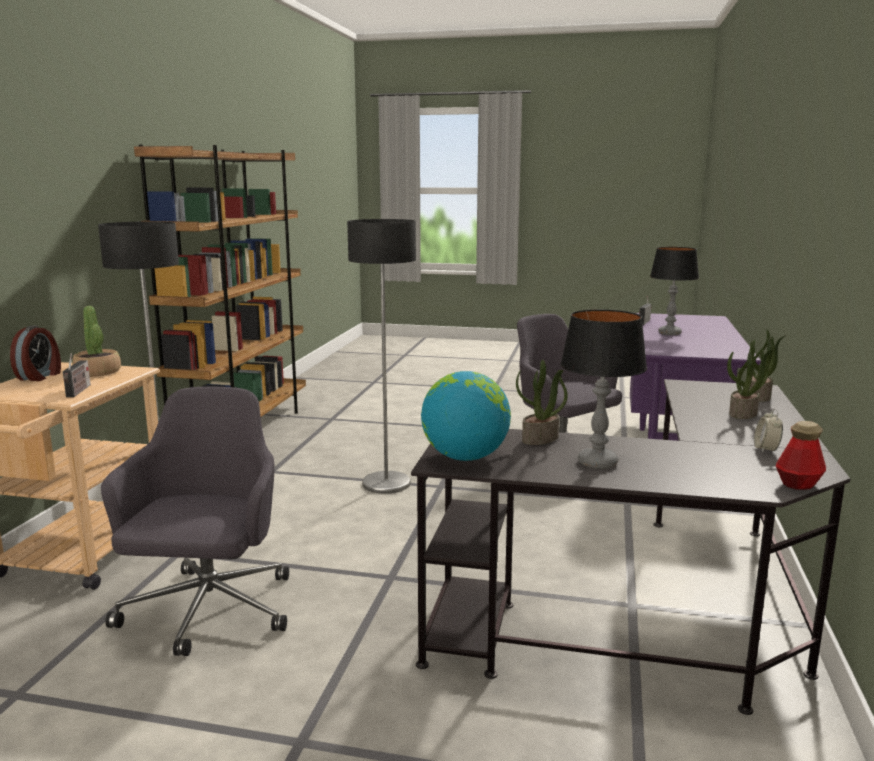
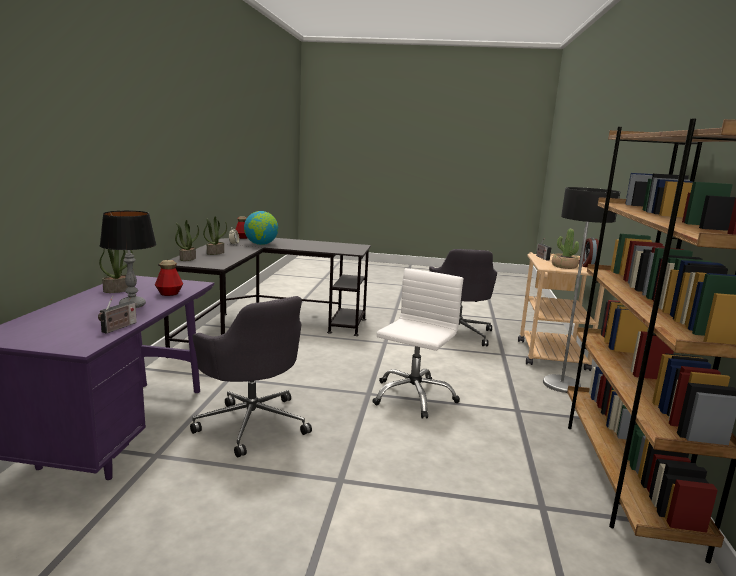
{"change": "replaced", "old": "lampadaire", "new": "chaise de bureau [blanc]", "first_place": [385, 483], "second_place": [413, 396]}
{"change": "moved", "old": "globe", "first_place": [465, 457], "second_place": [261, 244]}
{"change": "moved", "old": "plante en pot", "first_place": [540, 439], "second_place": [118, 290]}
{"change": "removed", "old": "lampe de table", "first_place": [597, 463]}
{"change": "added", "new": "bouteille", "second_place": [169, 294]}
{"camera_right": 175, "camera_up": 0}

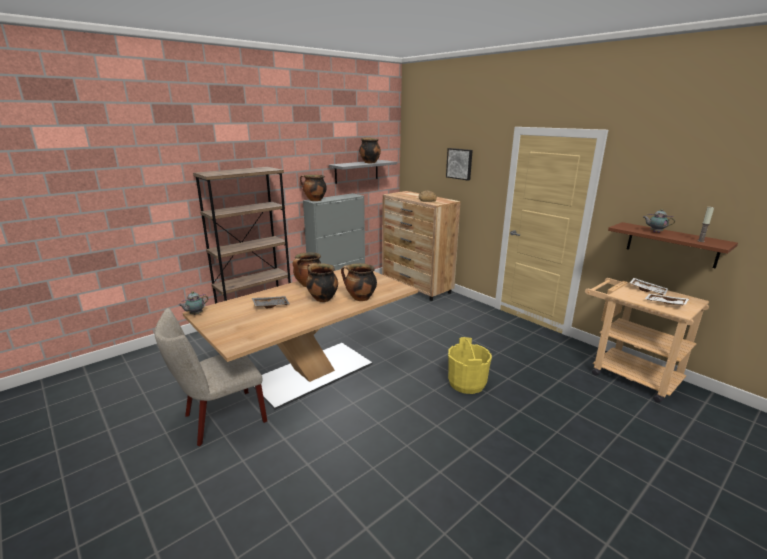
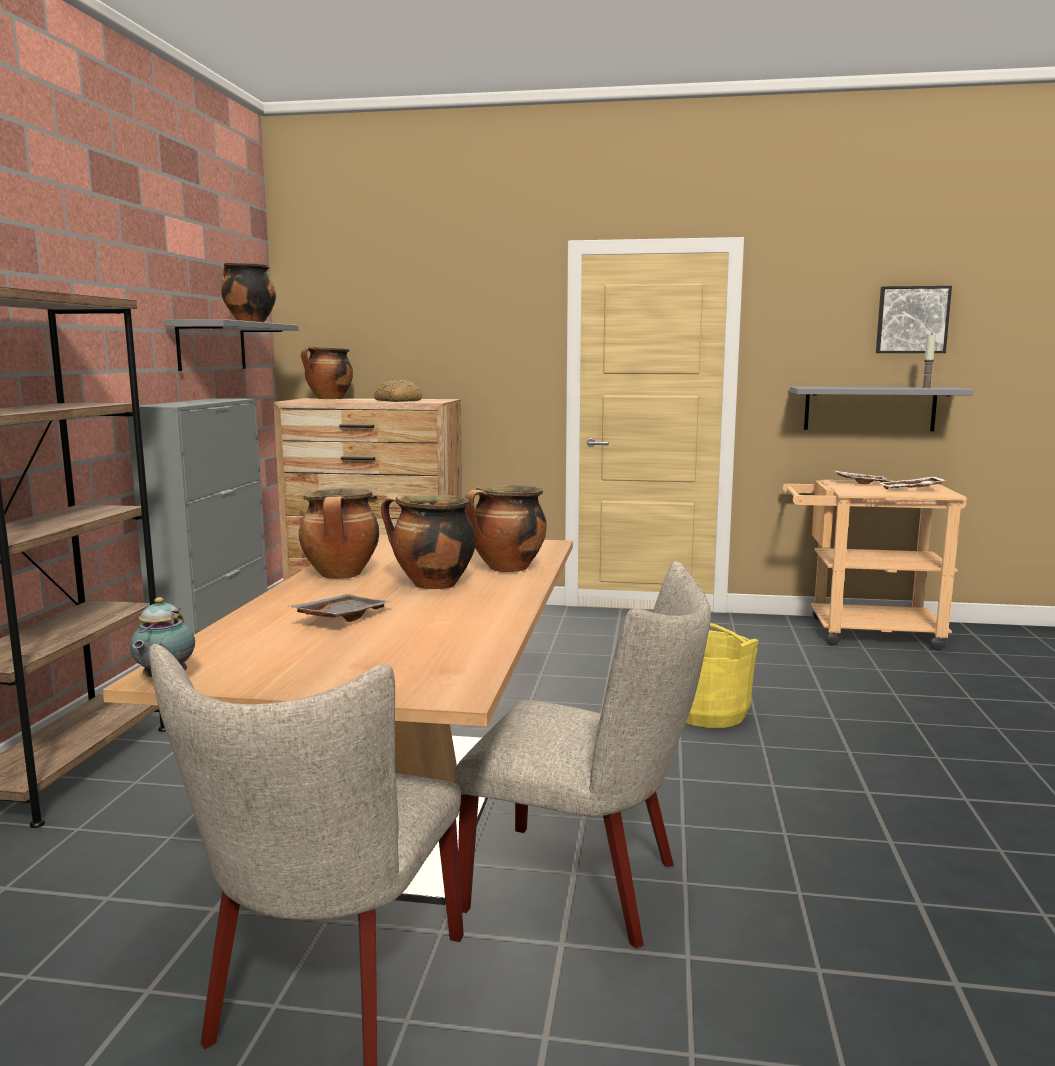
{"change": "moved", "old": "marmite", "first_place": [314, 200], "second_place": [329, 399]}
{"change": "moved", "old": "tableau", "first_place": [459, 164], "second_place": [912, 320]}
{"change": "recoloured", "old": "étagère [marron]", "new": "étagère [gris]", "first_place": [671, 244], "second_place": [869, 408]}
{"change": "removed", "old": "théière", "first_place": [655, 232]}
{"change": "added", "new": "chaise [beige]", "second_place": [585, 886]}
{"camera_right": -40, "camera_up": -10}

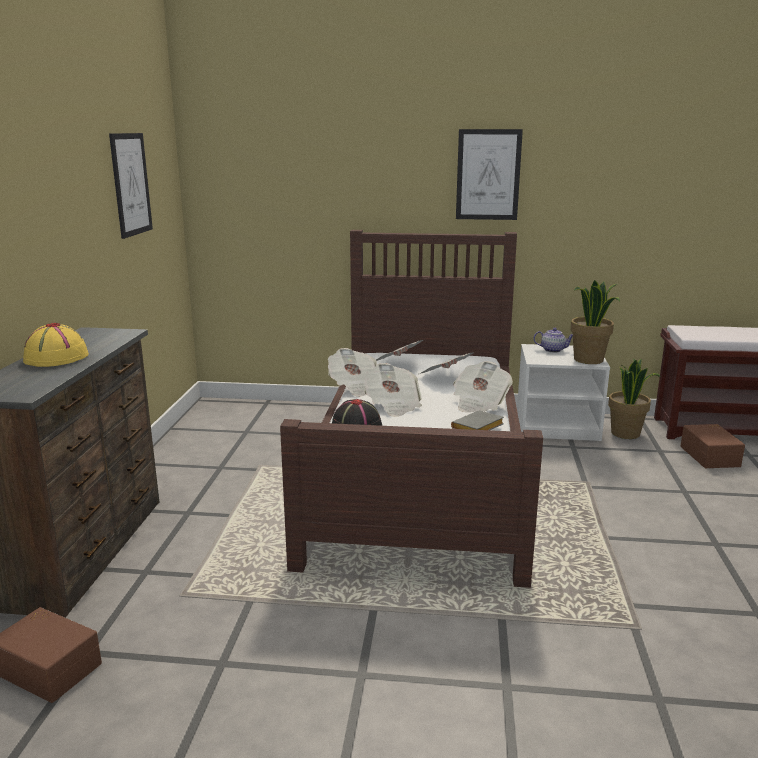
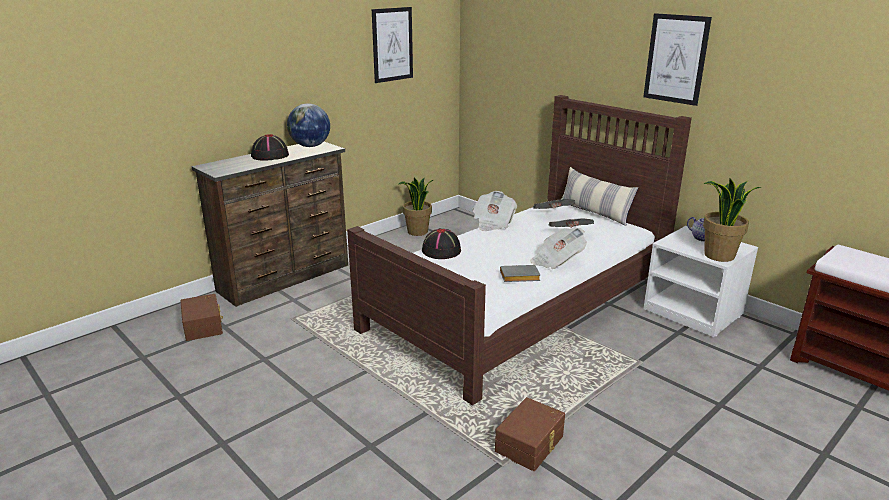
{"change": "recoloured", "old": "chapeau [jaune]", "new": "chapeau [noir]", "first_place": [56, 358], "second_place": [270, 156]}
{"change": "removed", "old": "journal", "first_place": [393, 405]}
{"change": "moved", "old": "plante en pot", "first_place": [626, 433], "second_place": [417, 232]}
{"change": "moved", "old": "boîte de rangement [marron]", "first_place": [711, 456], "second_place": [531, 444]}
{"change": "added", "new": "globe", "second_place": [310, 146]}
{"change": "added", "new": "coussin", "second_place": [594, 213]}
{"camera_right": 40, "camera_up": 5}

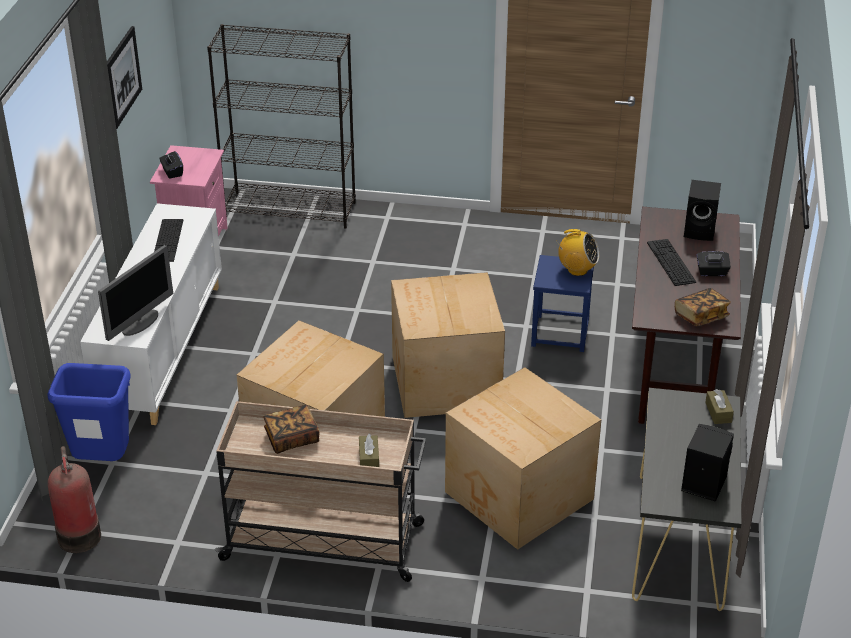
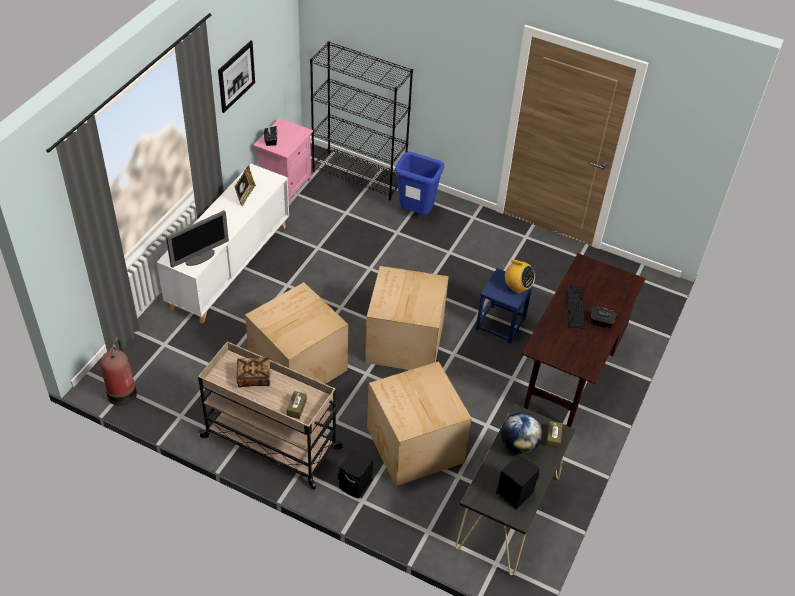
{"change": "moved", "old": "poubelle [bleu]", "first_place": [103, 462], "second_place": [416, 213]}
{"change": "replaced", "old": "clavier", "new": "cadre photo", "first_place": [168, 240], "second_place": [245, 195]}
{"change": "removed", "old": "livre", "first_place": [701, 316]}
{"change": "moved", "old": "enceinte [noir]", "first_place": [701, 231], "second_place": [356, 485]}
{"change": "added", "new": "globe", "second_place": [518, 445]}
{"camera_right": 15, "camera_up": 10}

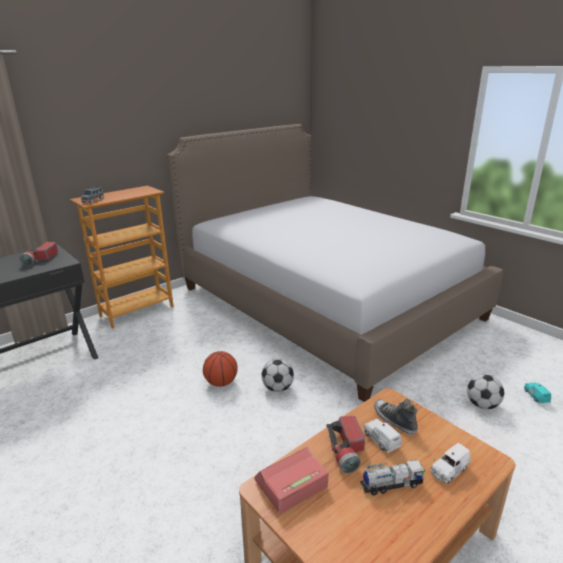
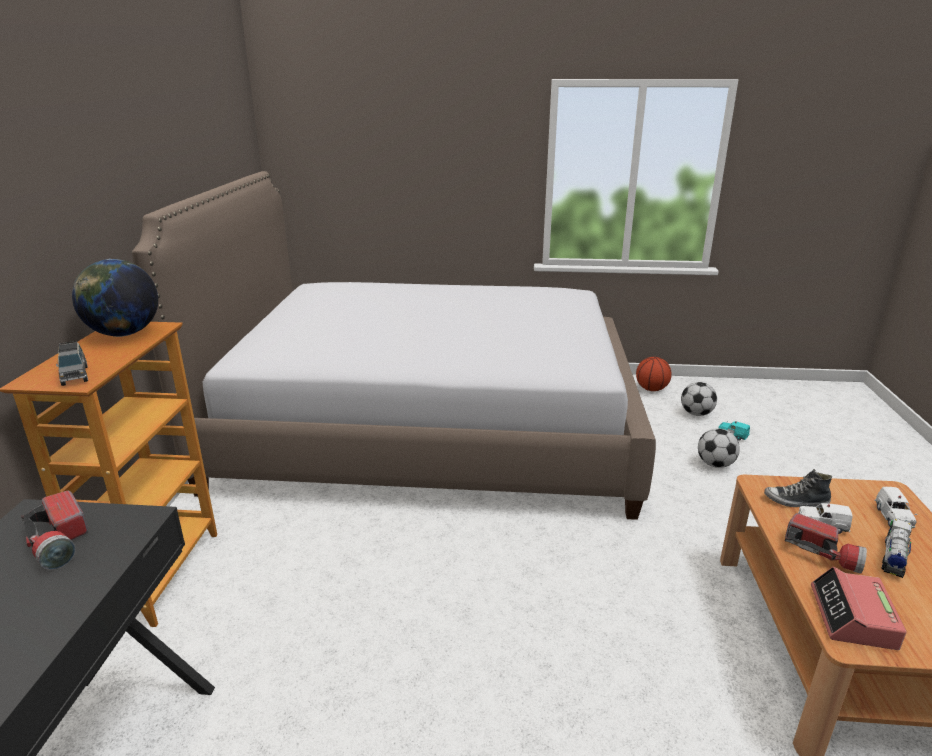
{"change": "moved", "old": "ballon de basket", "first_place": [221, 383], "second_place": [651, 389]}
{"change": "moved", "old": "ballon de foot", "first_place": [277, 388], "second_place": [696, 414]}
{"change": "added", "new": "globe", "second_place": [124, 334]}
{"camera_right": -45, "camera_up": 0}

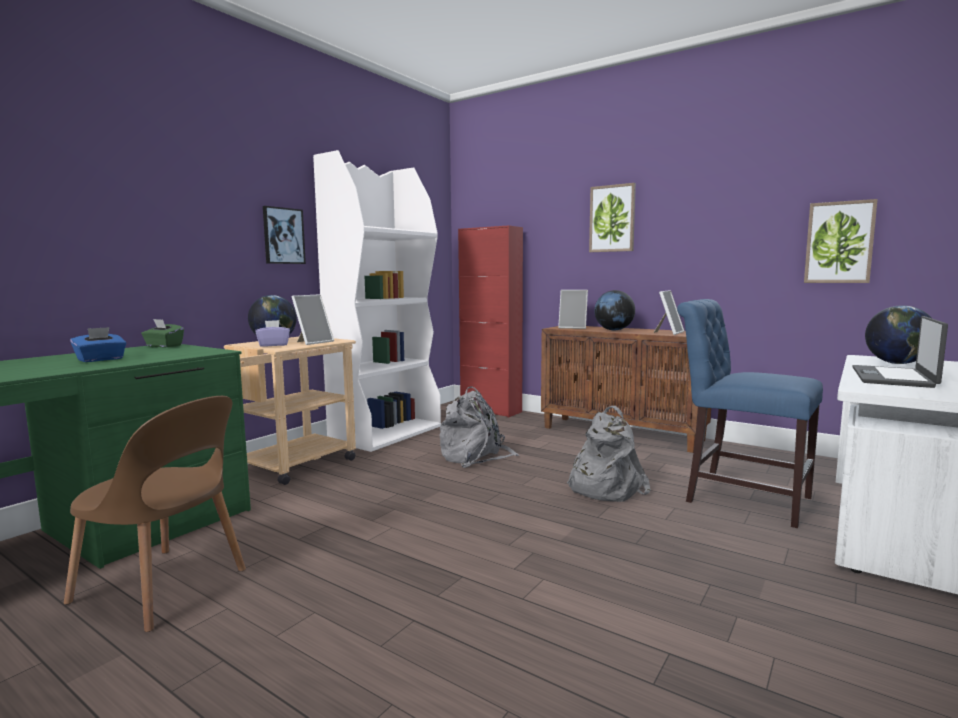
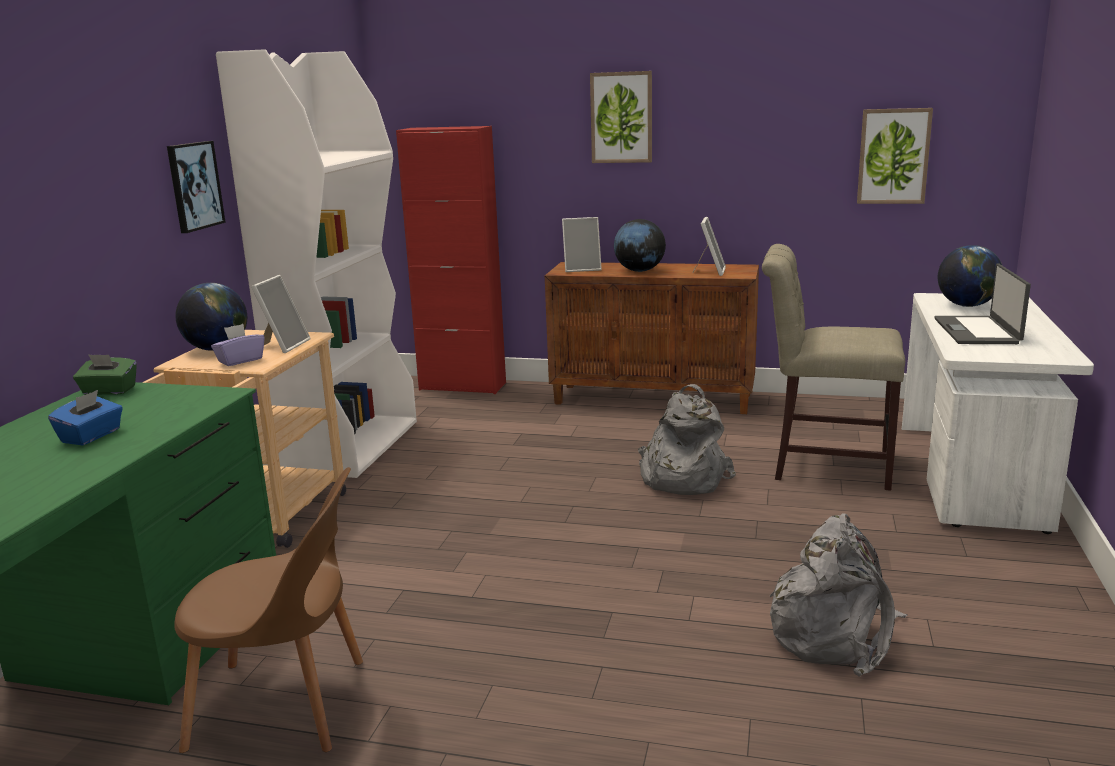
{"change": "moved", "old": "sac à dos [gris]", "first_place": [475, 456], "second_place": [835, 634]}
{"change": "recoloured", "old": "chaise [bleu]", "new": "chaise [beige]", "first_place": [740, 497], "second_place": [824, 464]}
{"camera_right": -20, "camera_up": 10}

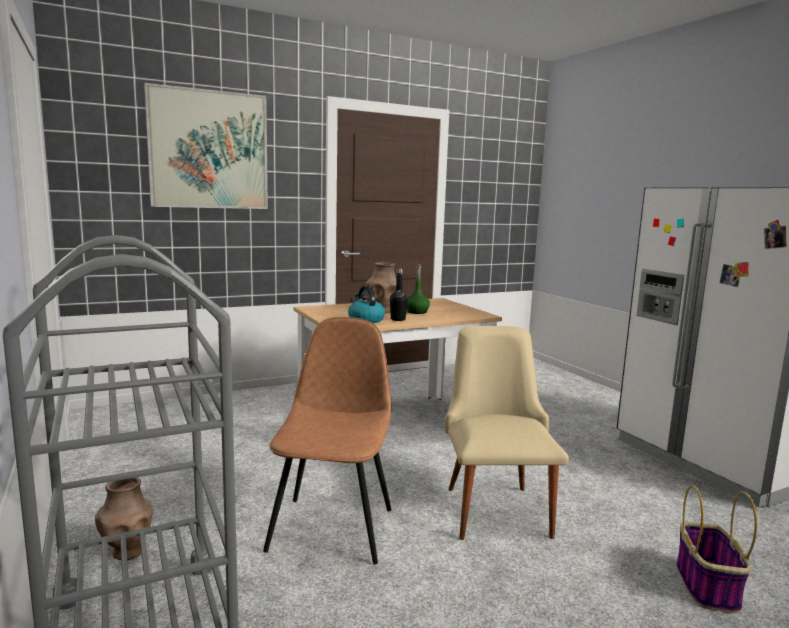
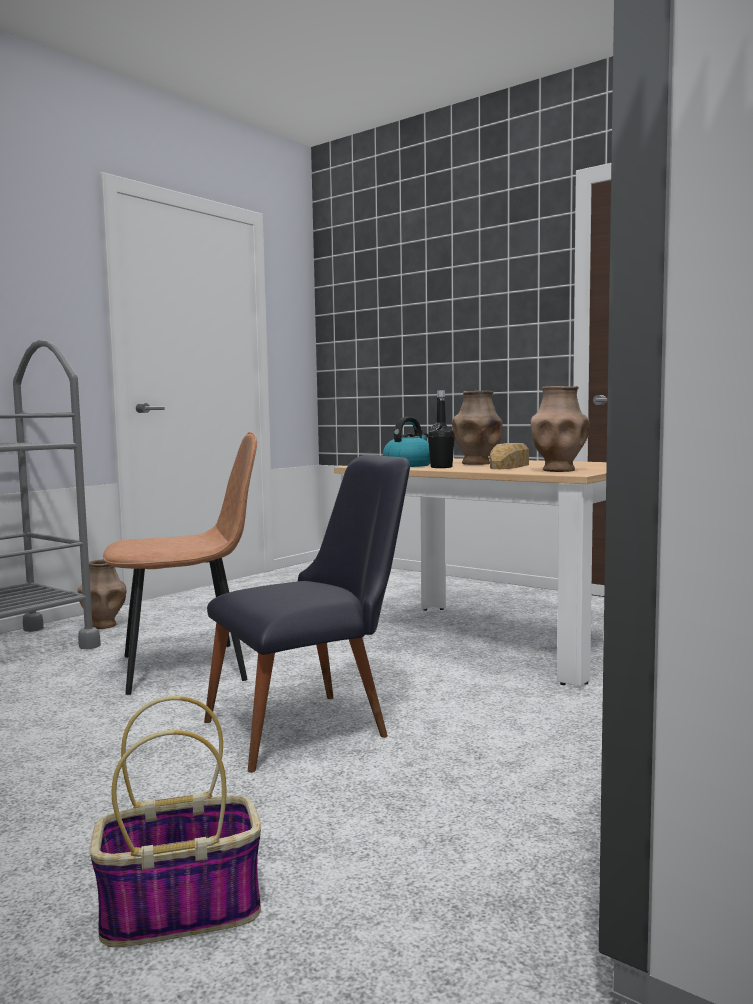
{"change": "removed", "old": "tableau", "first_place": [209, 150]}
{"change": "replaced", "old": "bouteille [vert]", "new": "pain", "first_place": [417, 312], "second_place": [509, 466]}
{"change": "recoloured", "old": "chaise [beige]", "new": "chaise [noir]", "first_place": [495, 505], "second_place": [313, 726]}
{"change": "added", "new": "vase [marron]", "second_place": [559, 470]}
{"camera_right": 65, "camera_up": -5}

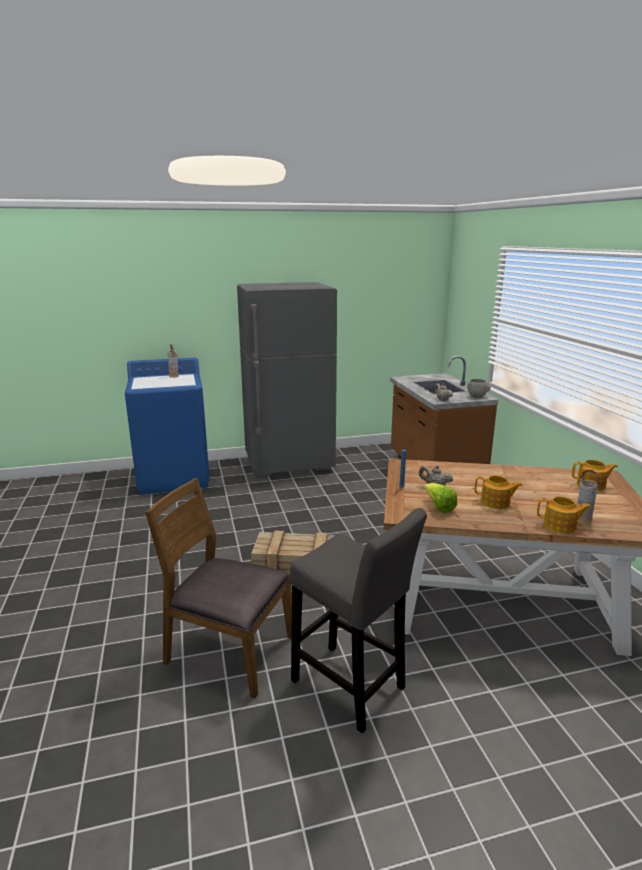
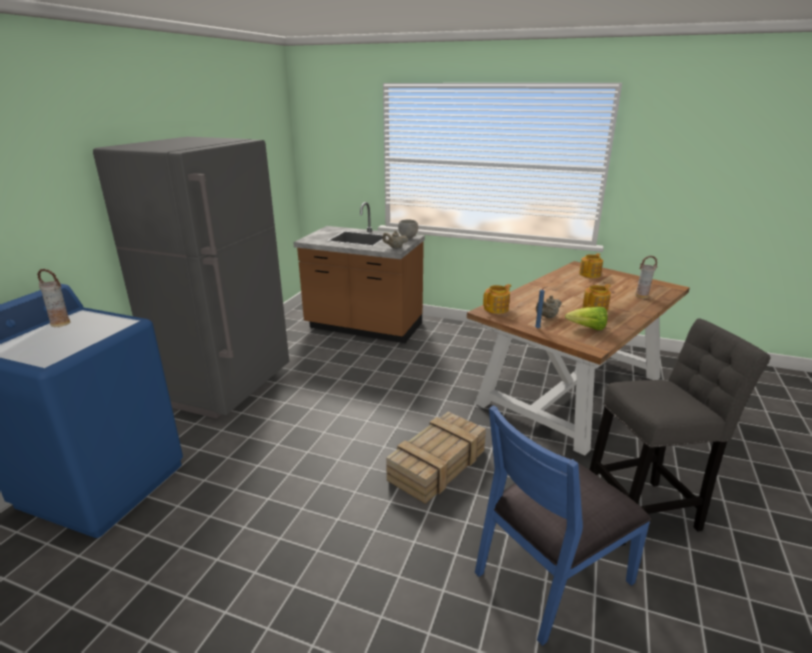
{"change": "recoloured", "old": "chaise [marron]", "new": "chaise [bleu]", "first_place": [228, 650], "second_place": [550, 575]}
{"change": "moved", "old": "théière", "first_place": [560, 526], "second_place": [496, 308]}
{"camera_right": -55, "camera_up": 5}

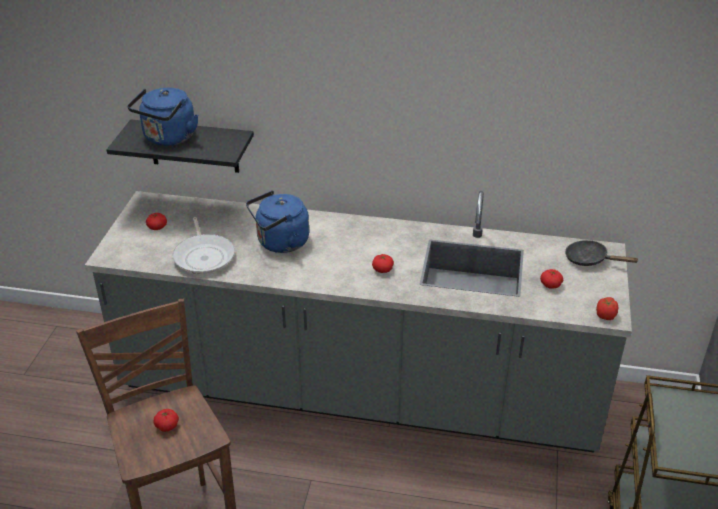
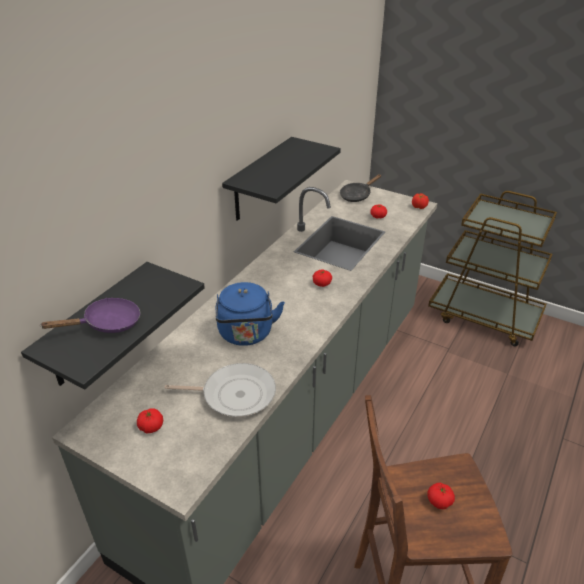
{"change": "replaced", "old": "bouilloire [bleu]", "new": "poêle [violet]", "first_place": [168, 138], "second_place": [107, 324]}
{"change": "added", "new": "étagère [noir]", "second_place": [259, 180]}
{"camera_right": -70, "camera_up": 0}

